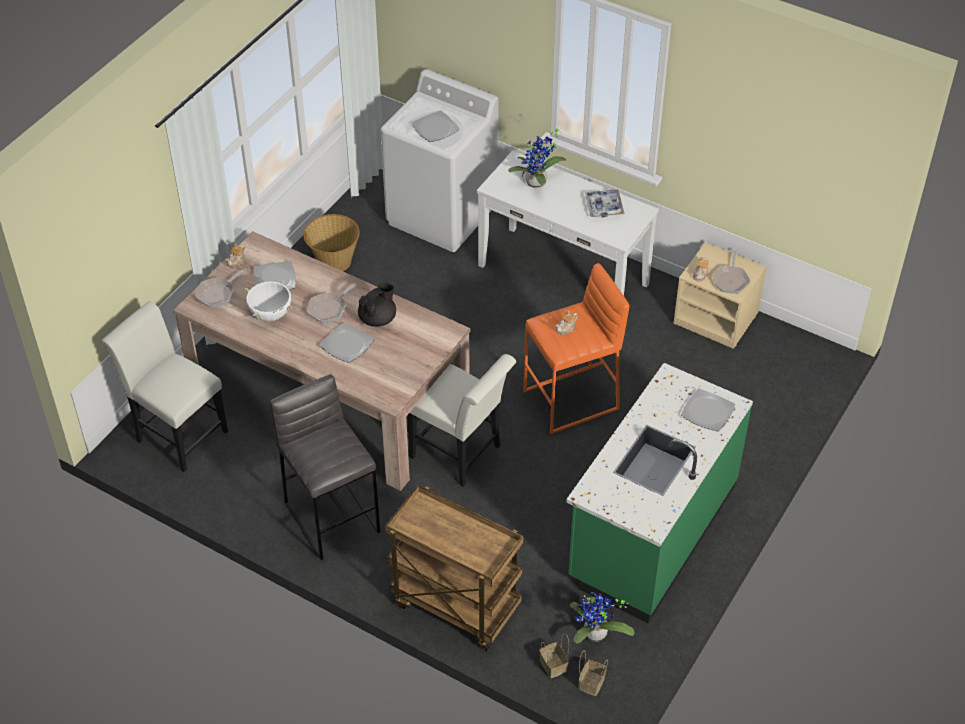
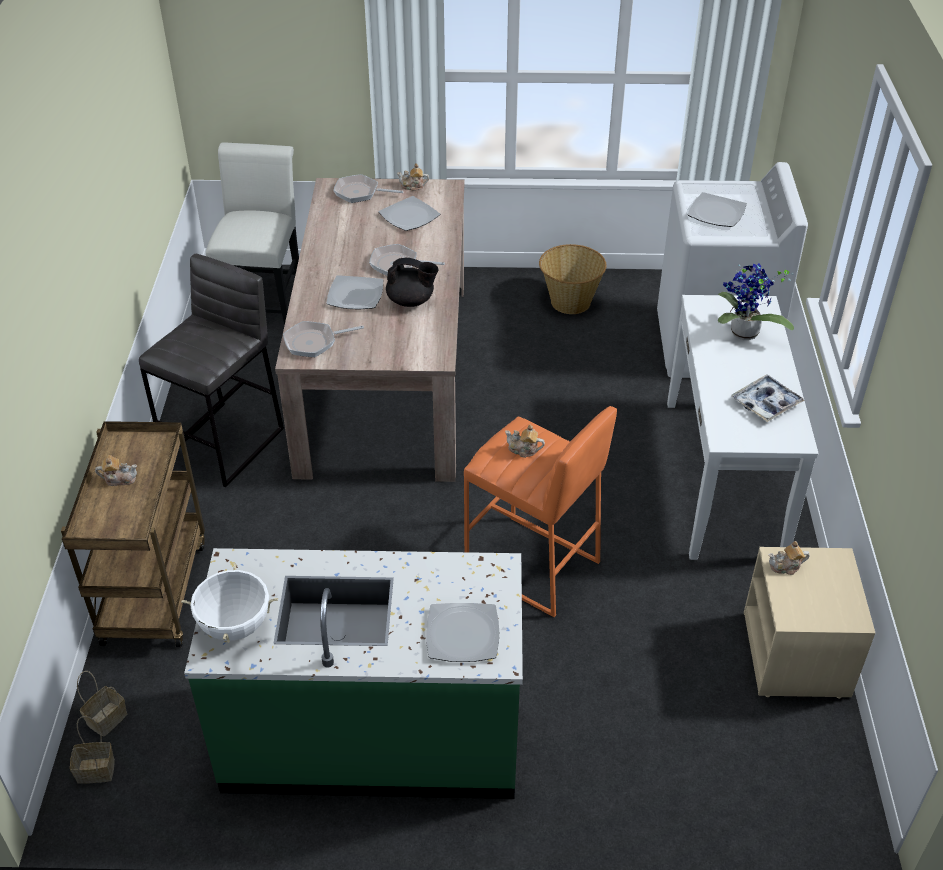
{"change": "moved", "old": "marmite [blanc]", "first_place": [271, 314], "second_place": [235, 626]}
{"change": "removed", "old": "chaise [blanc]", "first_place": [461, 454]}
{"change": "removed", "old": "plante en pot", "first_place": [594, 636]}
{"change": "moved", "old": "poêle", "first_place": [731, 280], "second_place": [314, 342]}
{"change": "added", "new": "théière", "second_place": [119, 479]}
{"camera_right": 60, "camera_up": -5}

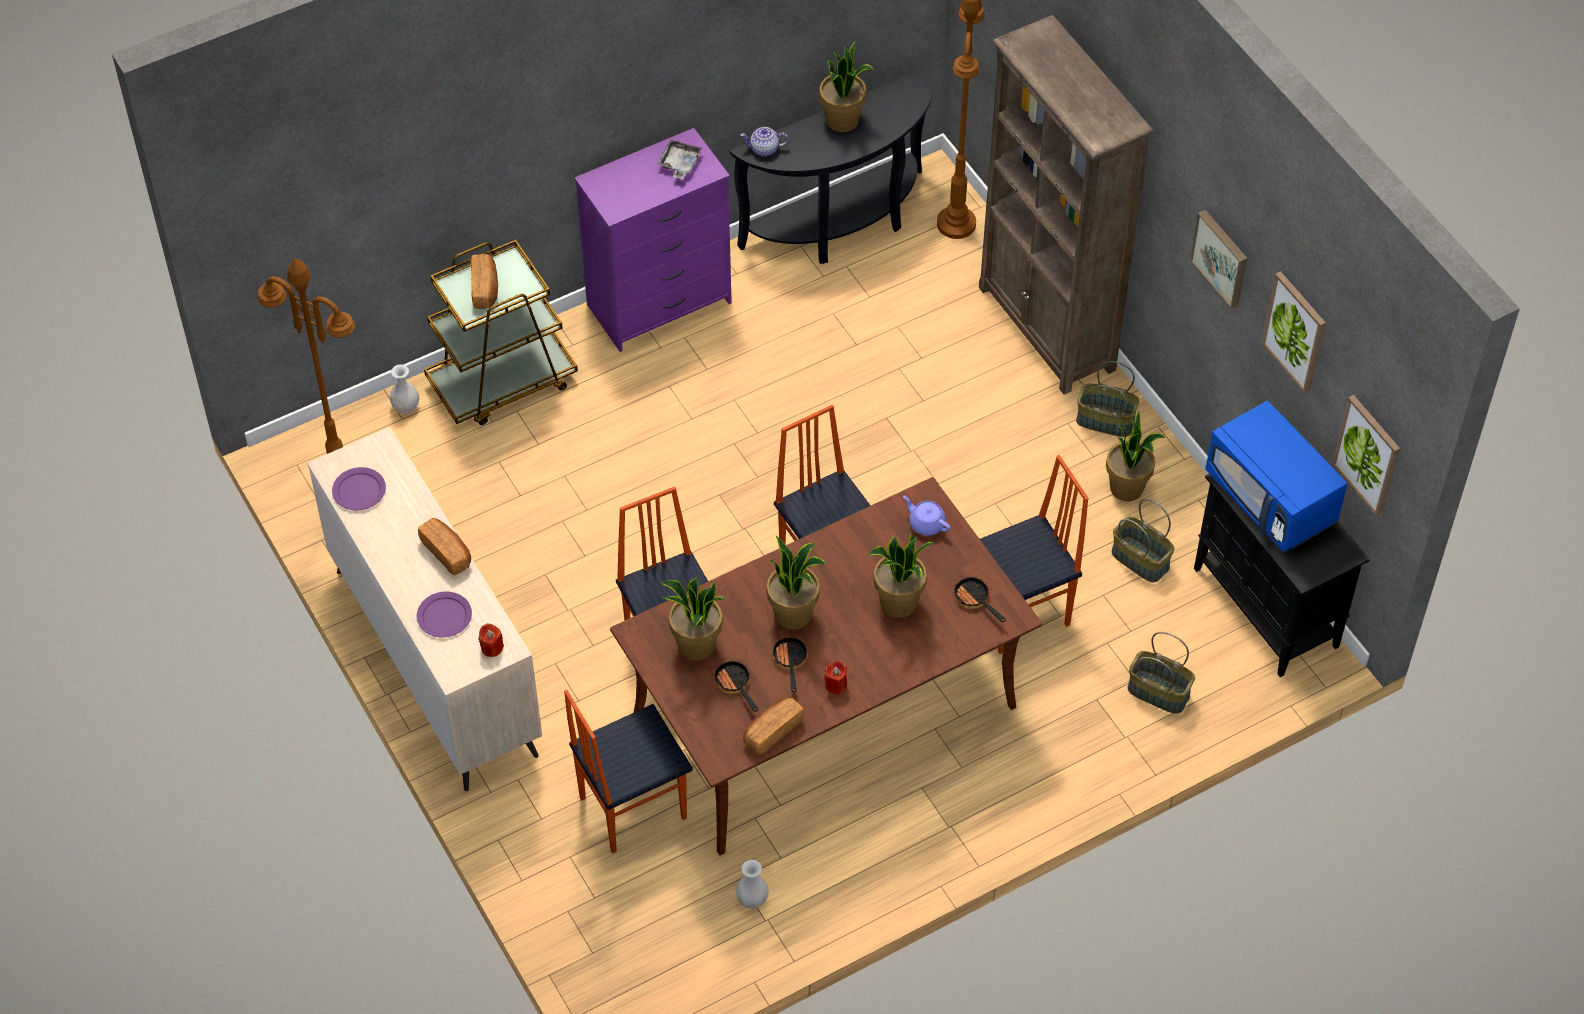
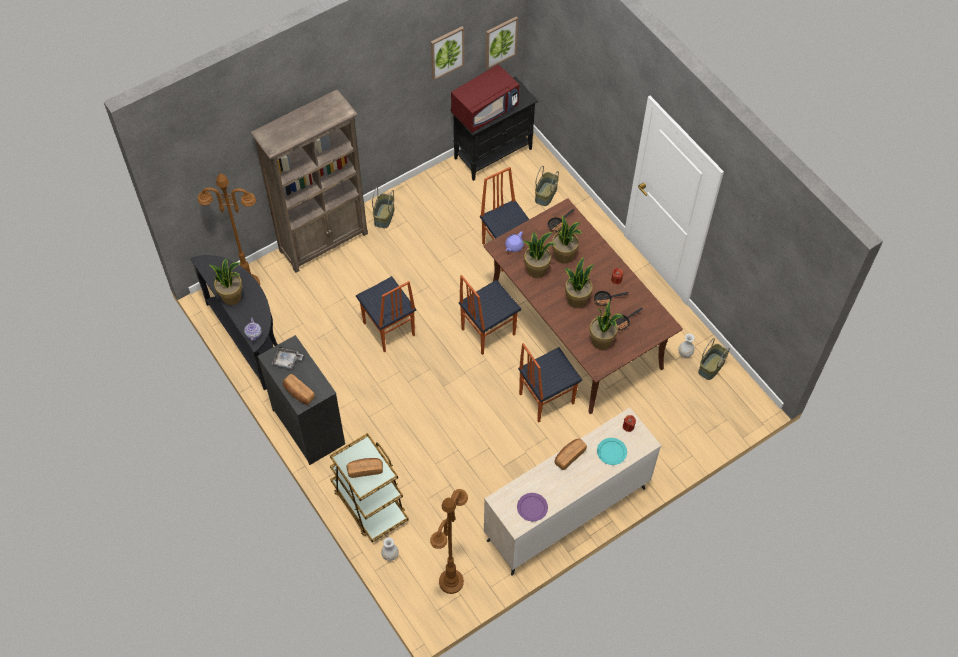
{"change": "recoloured", "old": "assiette [violet]", "new": "assiette [turquoise]", "first_place": [444, 616], "second_place": [612, 452]}
{"change": "moved", "old": "chaise", "first_place": [631, 807], "second_place": [388, 330]}
{"change": "recoloured", "old": "commode [violet]", "new": "commode [noir]", "first_place": [659, 304], "second_place": [309, 426]}
{"change": "moved", "old": "pain", "first_place": [772, 731], "second_place": [299, 393]}
{"change": "moved", "old": "plante en pot", "first_place": [1127, 488], "second_place": [536, 270]}
{"change": "moved", "old": "panier", "first_place": [1141, 559], "second_place": [711, 366]}
{"change": "removed", "old": "tableau", "first_place": [1222, 257]}
{"change": "recoloured", "old": "micro-ondes [bleu]", "new": "micro-ondes [rouge]", "first_place": [1271, 500], "second_place": [485, 110]}
{"camera_right": -95, "camera_up": 5}

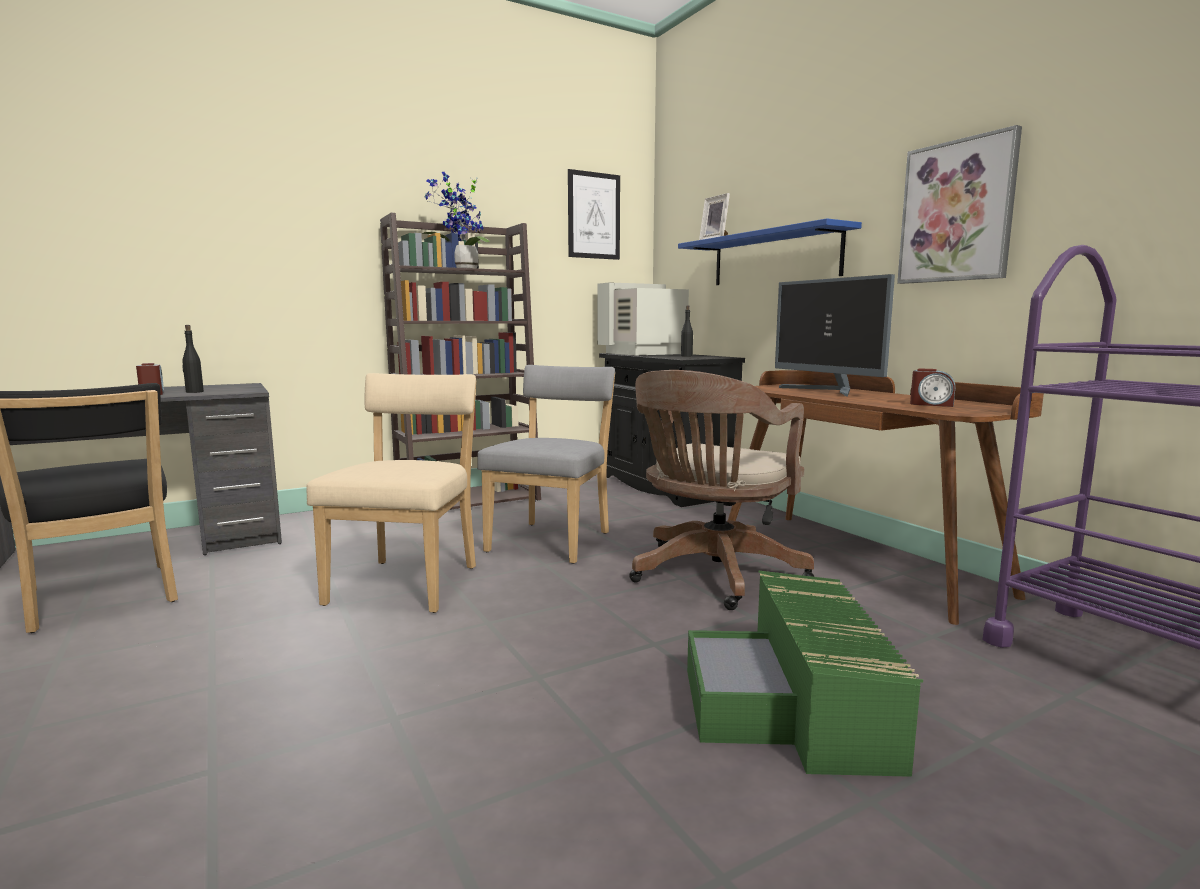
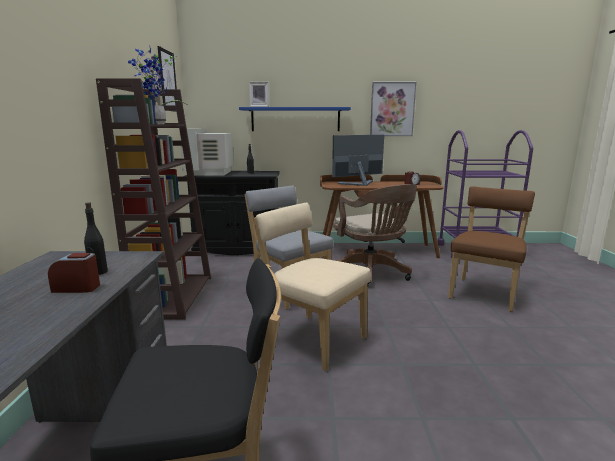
{"change": "replaced", "old": "boîte de rangement [vert]", "new": "chaise [marron]", "first_place": [795, 705], "second_place": [484, 292]}
{"change": "turned", "old": "écran d'ordinateur", "first_place": [828, 391], "second_place": [359, 184], "degrees": 150}
{"camera_right": -60, "camera_up": 5}

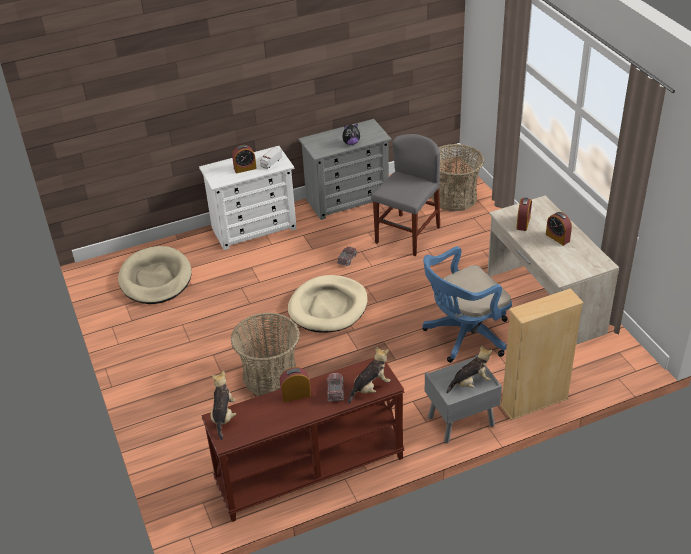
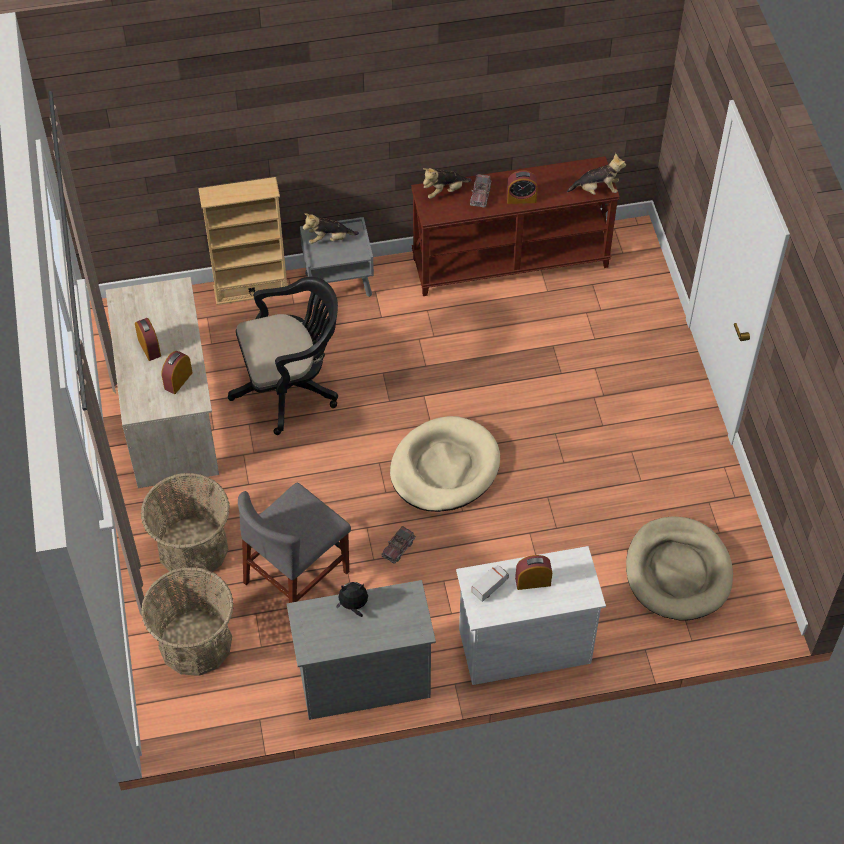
{"change": "turned", "old": "peluche", "first_place": [223, 416], "second_place": [597, 190], "degrees": -105}
{"change": "moved", "old": "panier", "first_place": [270, 376], "second_place": [193, 548]}
{"change": "recoloured", "old": "chaise de bureau [bleu]", "new": "chaise de bureau [noir]", "first_place": [463, 336], "second_place": [291, 388]}
{"camera_right": -170, "camera_up": 15}

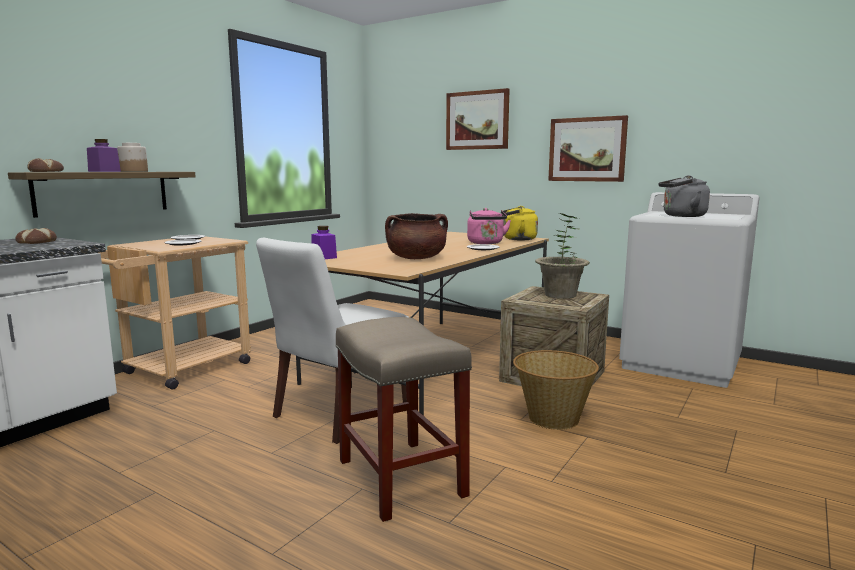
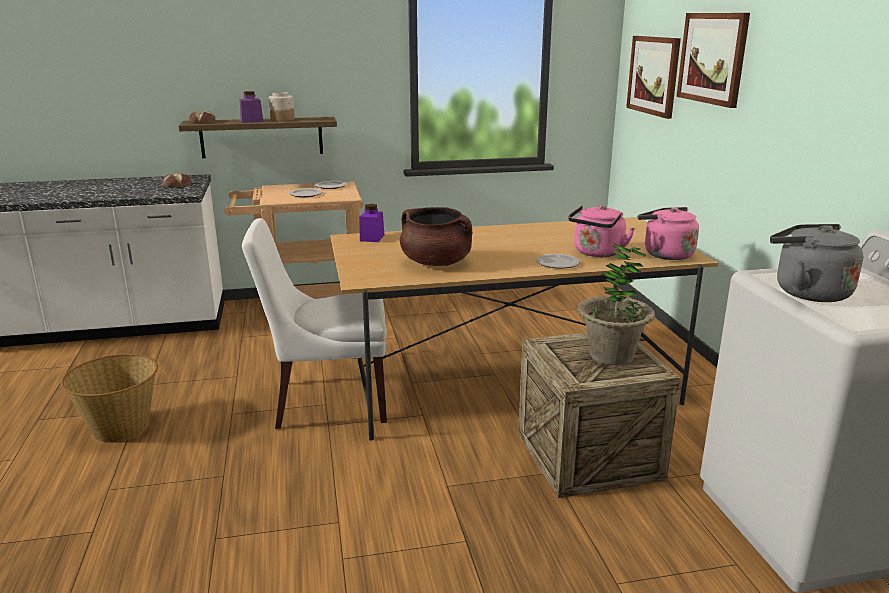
{"change": "removed", "old": "tabouret [beige]", "first_place": [399, 477]}
{"change": "recoloured", "old": "bouilloire [jaune]", "new": "bouilloire [rose]", "first_place": [517, 239], "second_place": [665, 254]}
{"change": "moved", "old": "panier", "first_place": [552, 418], "second_place": [120, 428]}
{"change": "moved", "old": "tableau", "first_place": [587, 149], "second_place": [653, 75]}
{"camera_right": 45, "camera_up": 10}

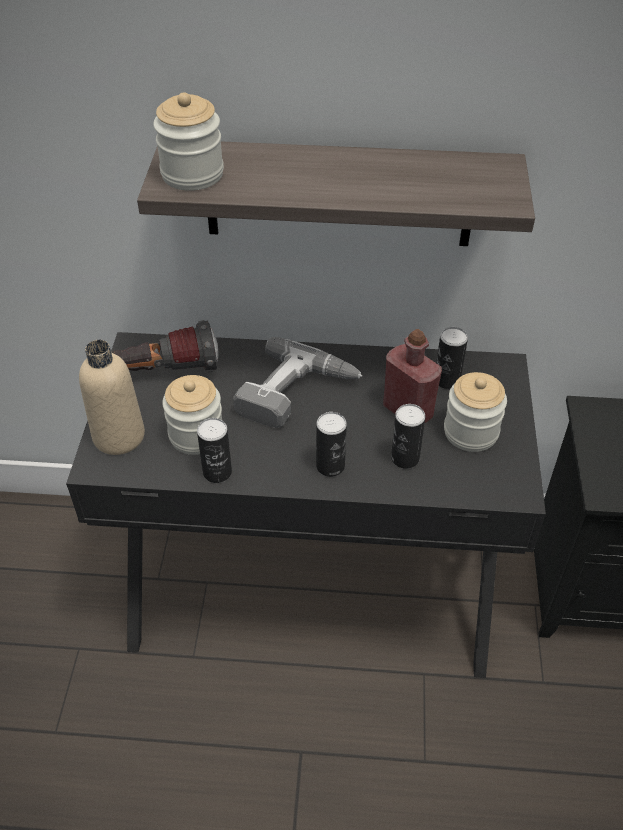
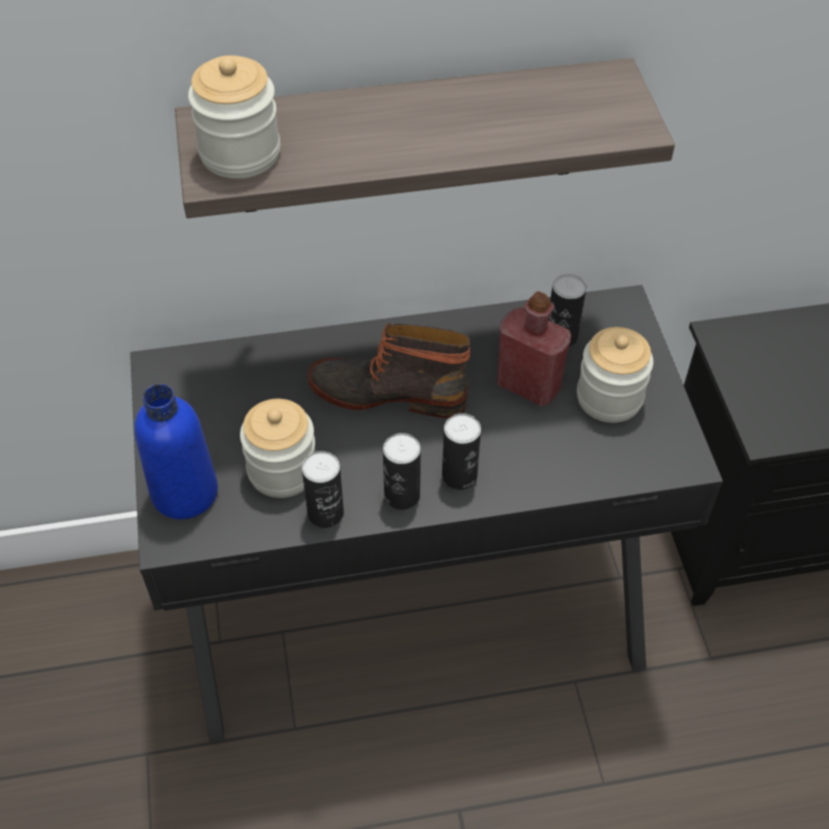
{"change": "recoloured", "old": "bouteille [beige]", "new": "bouteille [bleu]", "first_place": [119, 436], "second_place": [184, 492]}
{"change": "removed", "old": "lampe de poche", "first_place": [164, 372]}
{"change": "replaced", "old": "perceuse", "new": "botte", "first_place": [297, 394], "second_place": [389, 391]}
{"change": "moved", "old": "boîte métallique", "first_place": [405, 458], "second_place": [402, 495]}
{"camera_right": -15, "camera_up": 5}

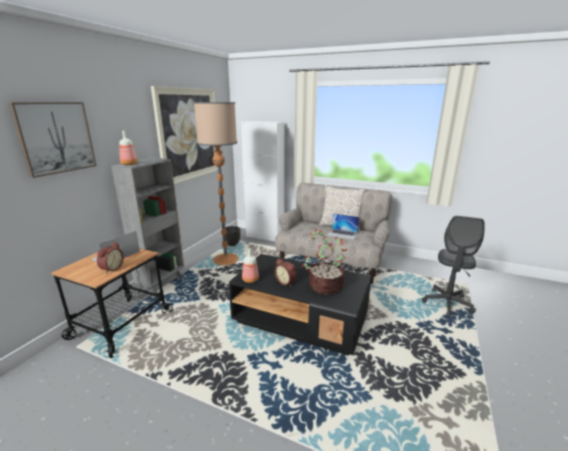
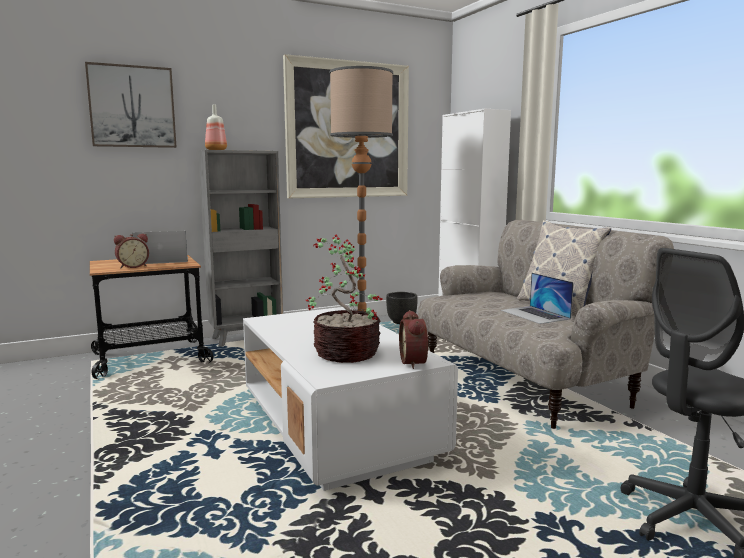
{"change": "recoloured", "old": "table basse [noir]", "new": "table basse [blanc]", "first_place": [300, 320], "second_place": [336, 426]}
{"change": "removed", "old": "bouteille", "first_place": [250, 280]}
{"change": "moved", "old": "réveil", "first_place": [286, 282], "second_place": [415, 362]}
{"camera_right": 40, "camera_up": -10}

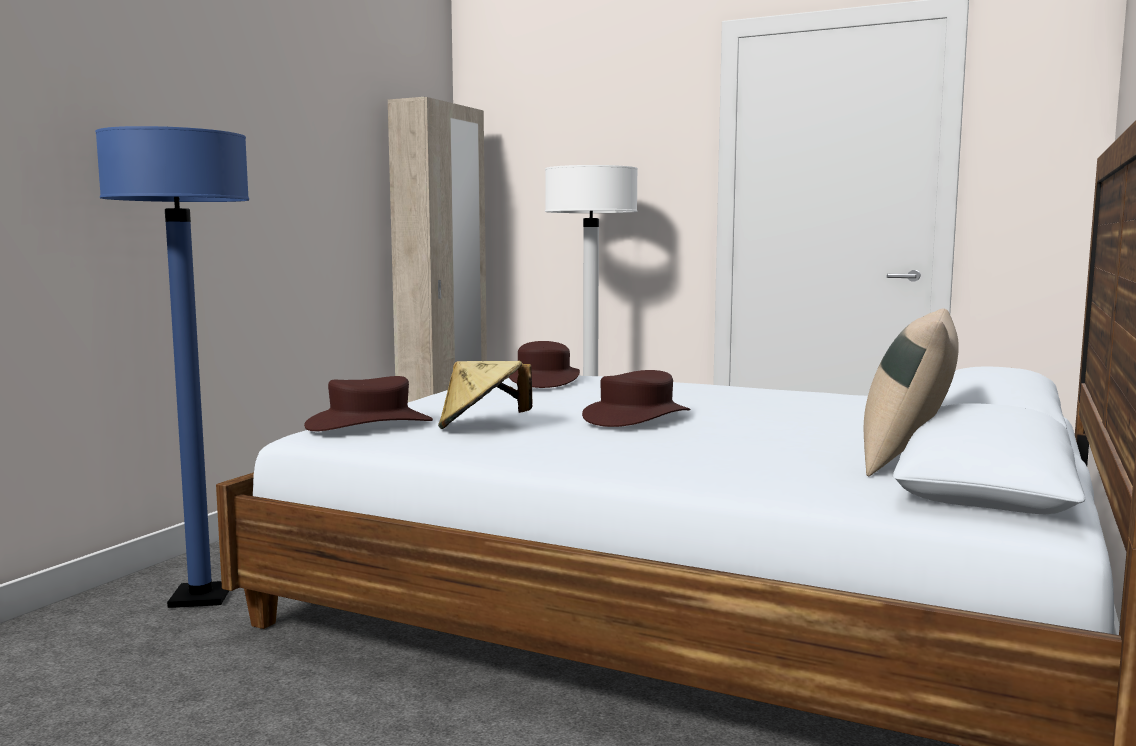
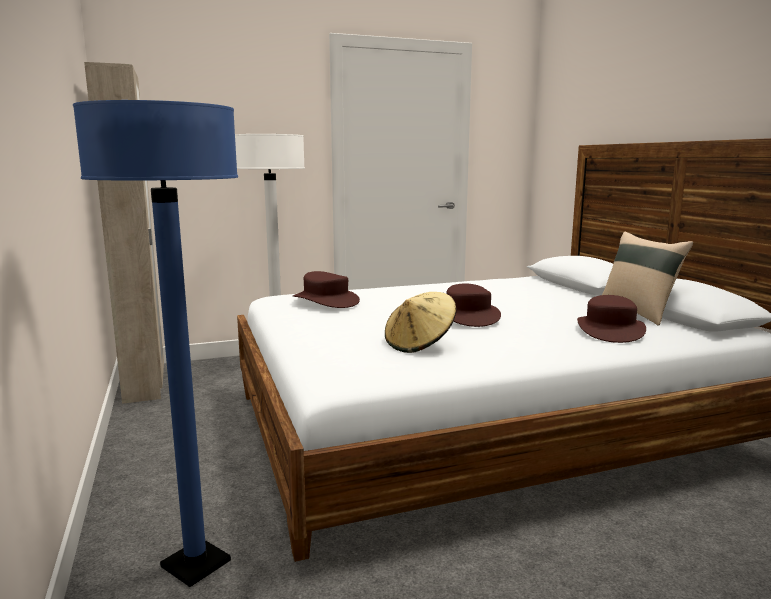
{"change": "moved", "old": "chapeau [marron]", "first_place": [369, 423], "second_place": [609, 330]}
{"camera_right": -45, "camera_up": 5}

